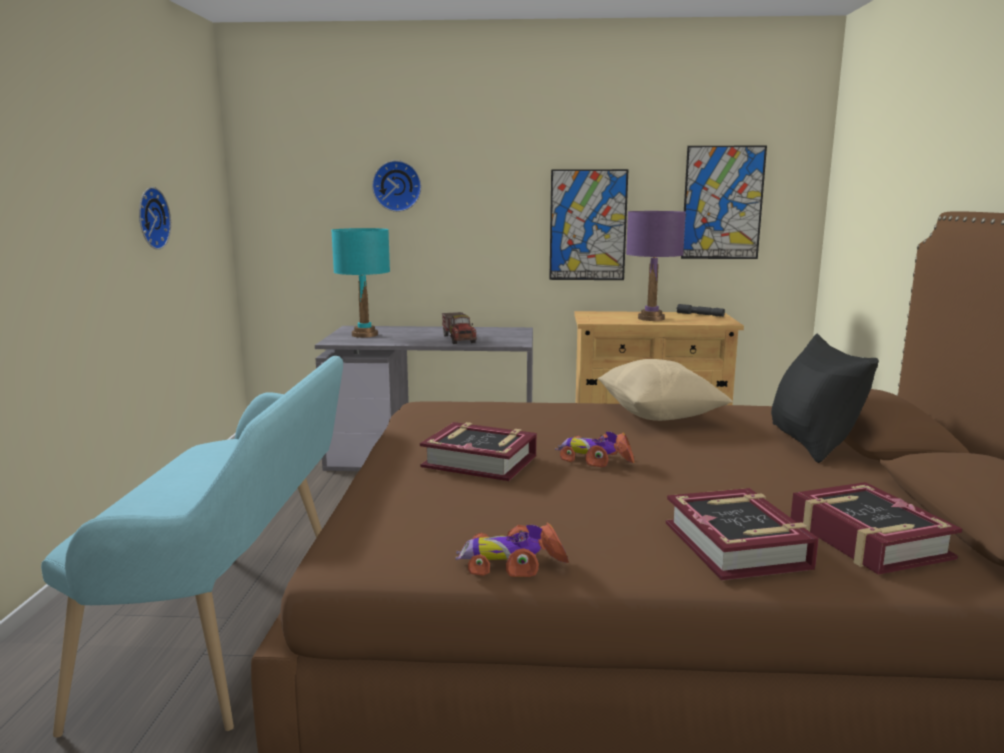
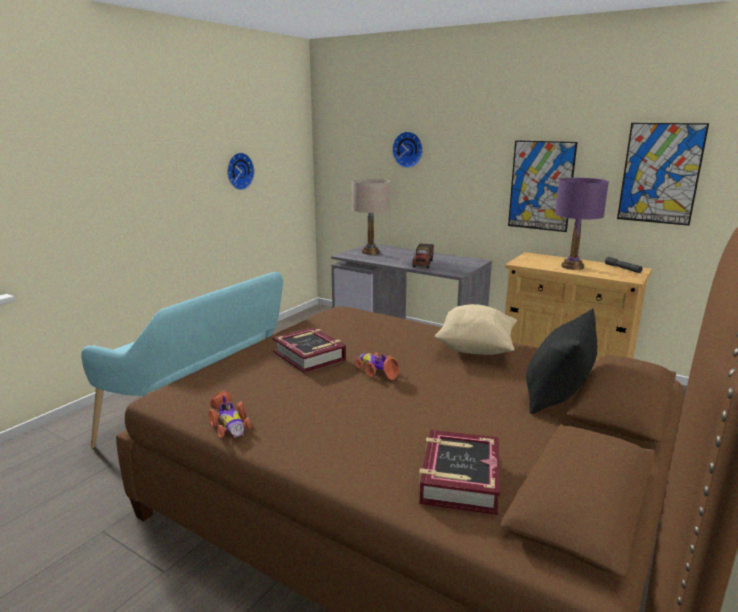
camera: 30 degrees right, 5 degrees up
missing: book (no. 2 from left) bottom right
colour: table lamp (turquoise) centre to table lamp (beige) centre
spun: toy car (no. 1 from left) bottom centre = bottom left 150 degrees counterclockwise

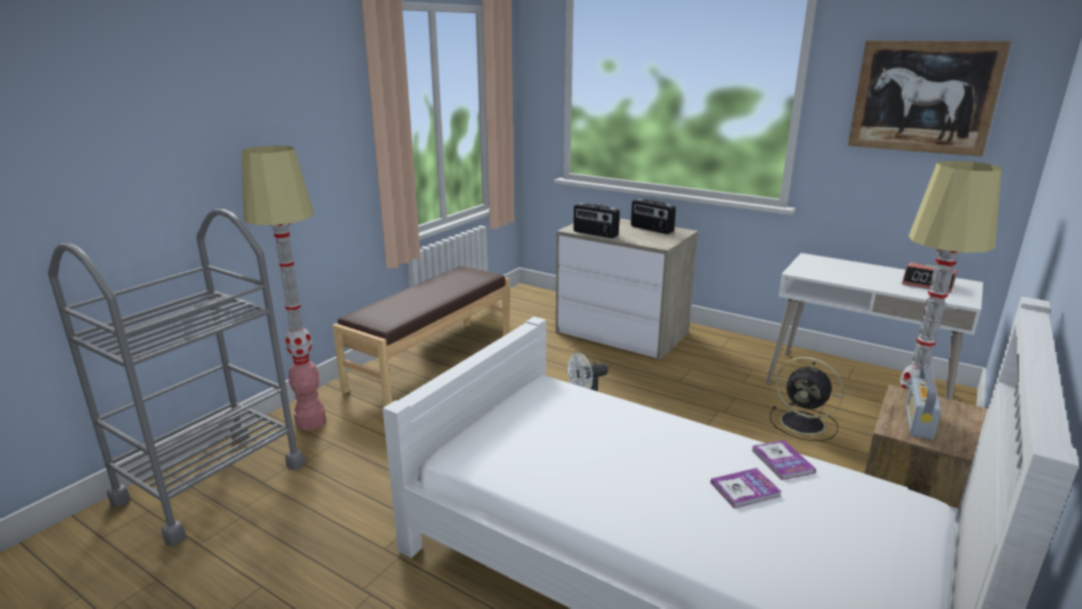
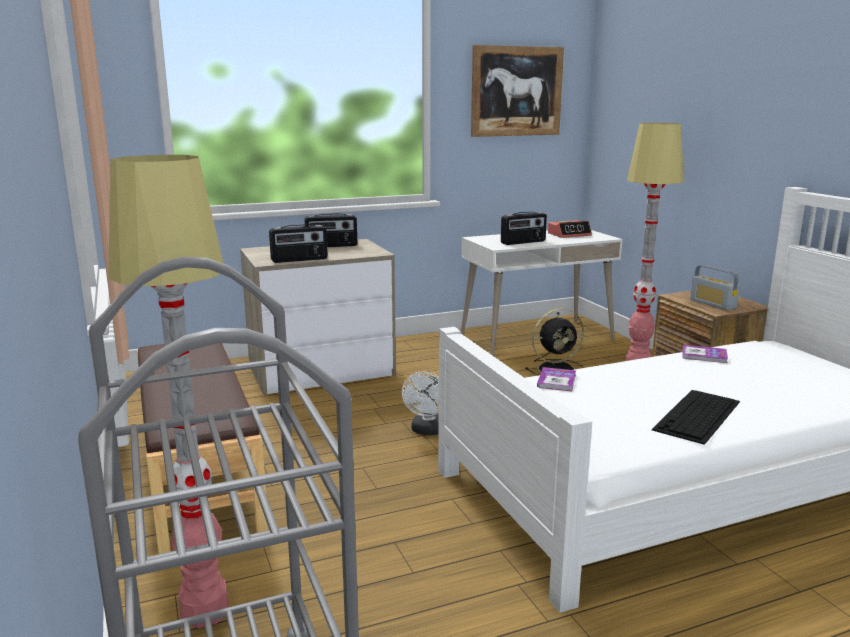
camera: 55 degrees left, 5 degrees down
appeared: radio (no. 3 from left) centre; keyboard middle right
relocated: book (no. 1 from left) bottom right to centre

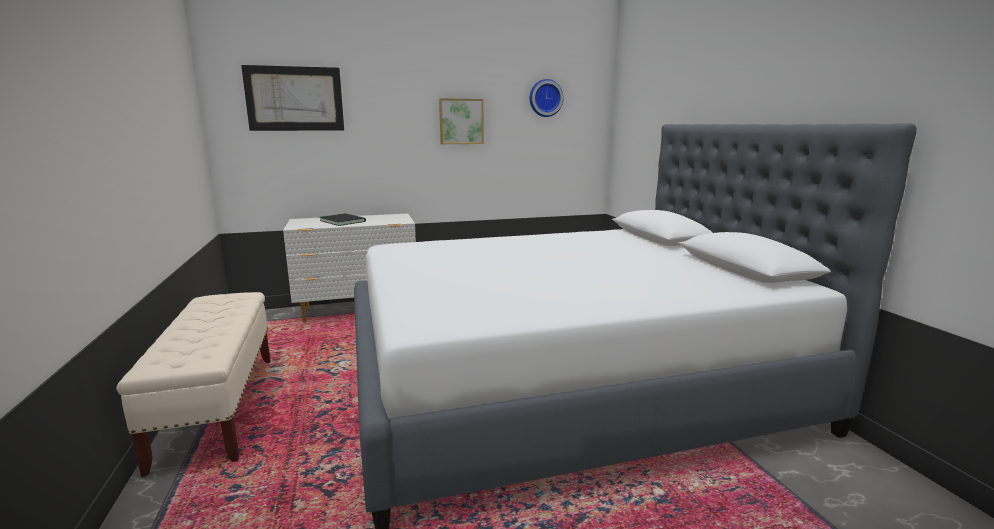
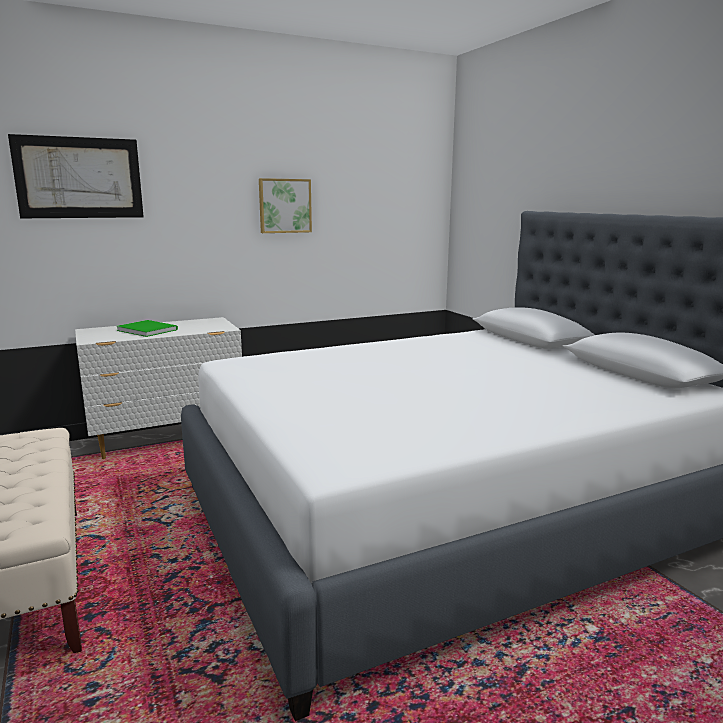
camera: 10 degrees left, 0 degrees up
missing: wall clock top centre
colour: book (black) centre to book (green) middle left

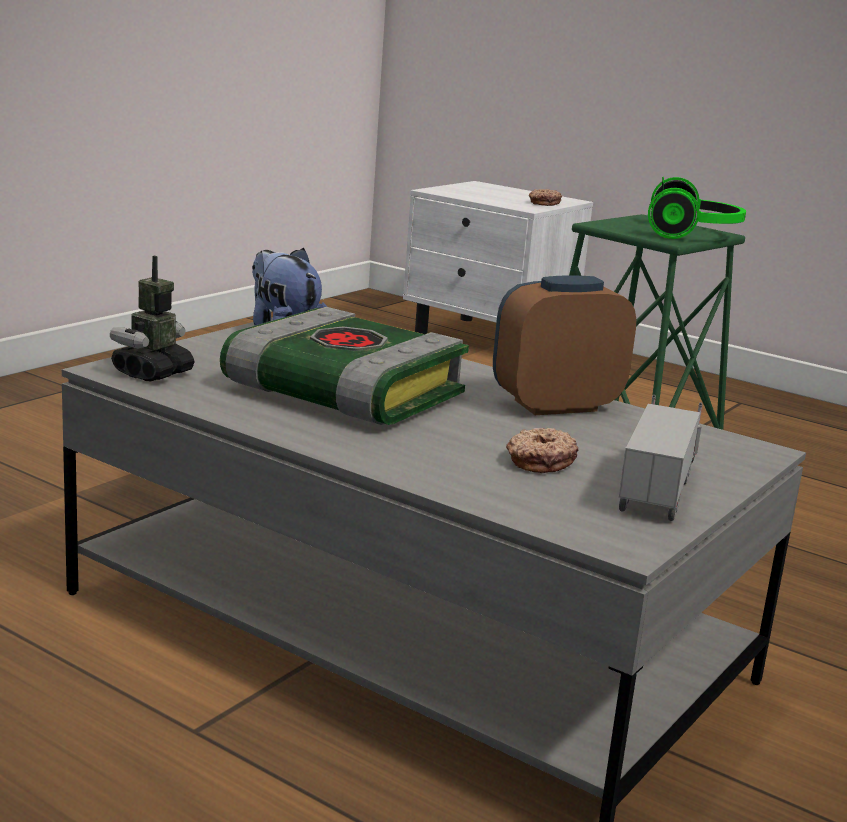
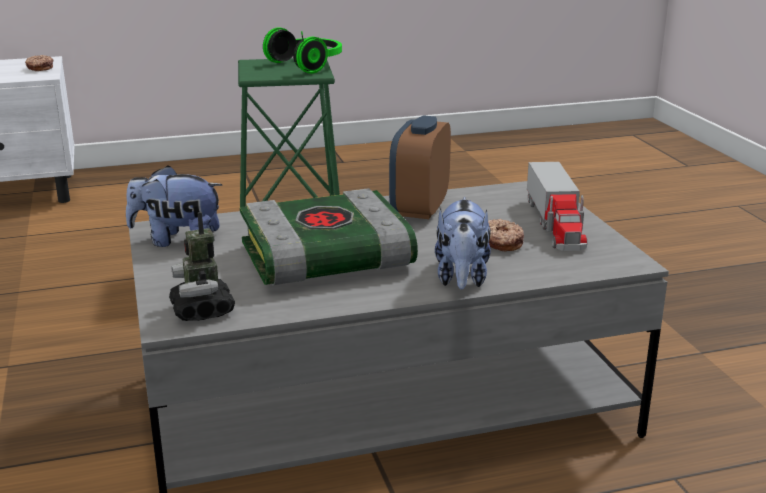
camera: 50 degrees left, 5 degrees up
appeared: plush toy (no. 2 from left) centre
spun: toy truck middle right = middle right 150 degrees counterclockwise

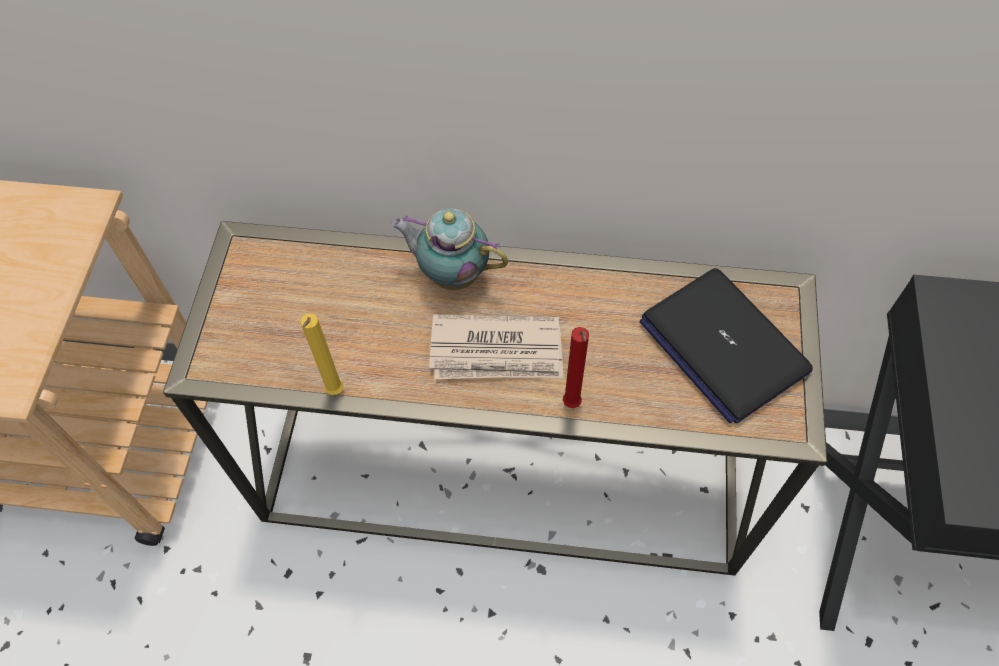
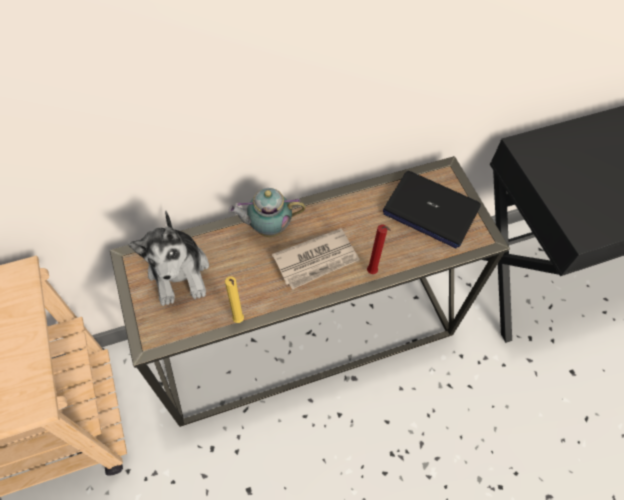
camera: 30 degrees left, 0 degrees up
appeared: plush toy middle left

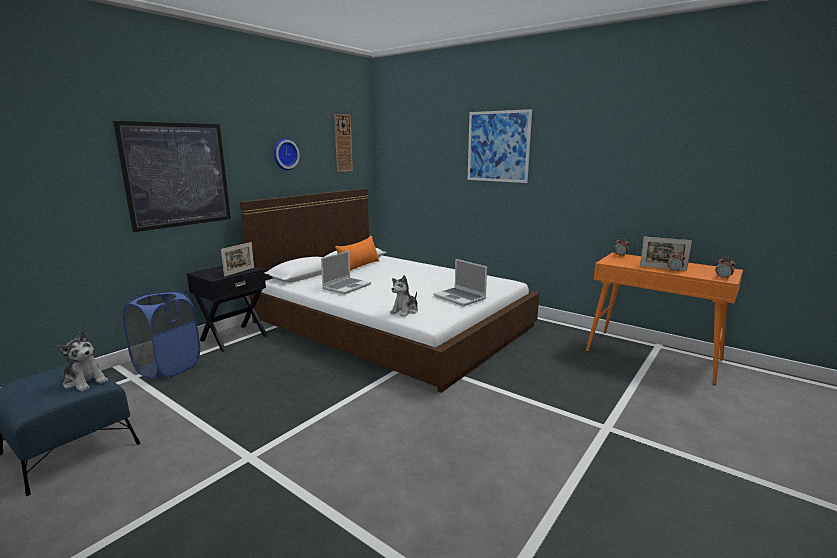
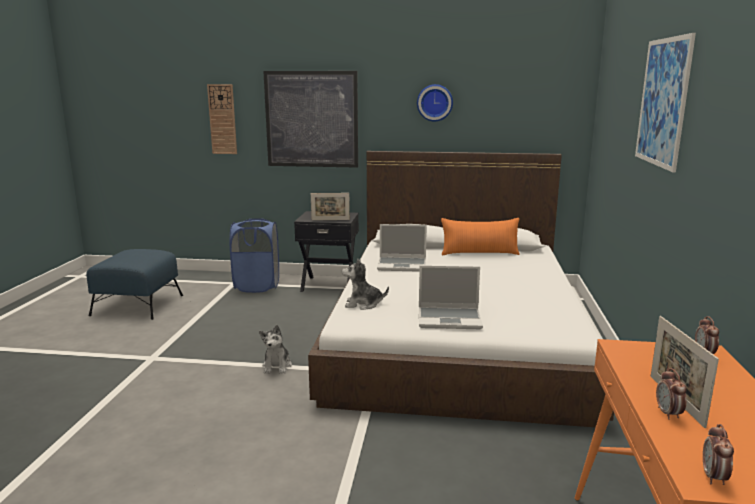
camera: 60 degrees right, 0 degrees up
relocated: plush toy (no. 1 from left) middle left to bottom centre; wall clock (no. 2 from left in the first image) top centre to wall clock (no. 1 from left) top left
spun: laptop (no. 2 from left) centre = centre 105 degrees counterclockwise

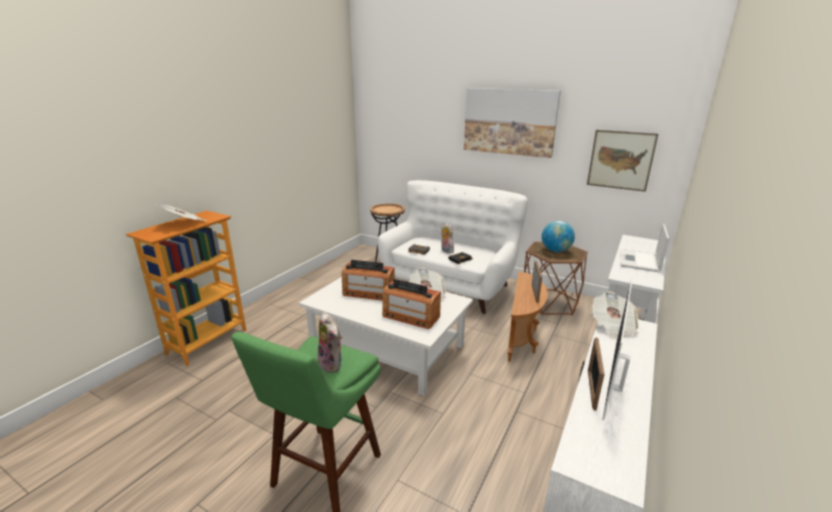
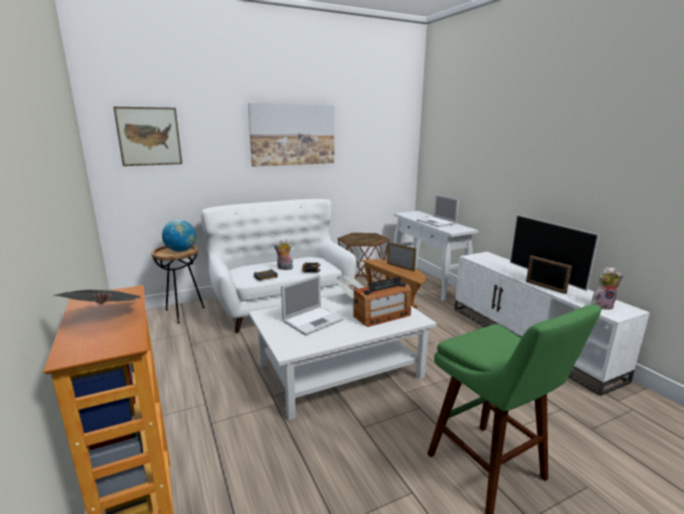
camera: 55 degrees left, 5 degrees down
missing: newspaper (no. 3 from left) middle right
relocated: plush toy (no. 1 from left in the first image) bottom centre to plush toy (no. 2 from left) middle right; globe middle right to middle left; picture (no. 2 from left in the first image) top right to picture (no. 1 from left) top left
exchanged: radio (no. 1 from left) centre to laptop (no. 1 from left) centre

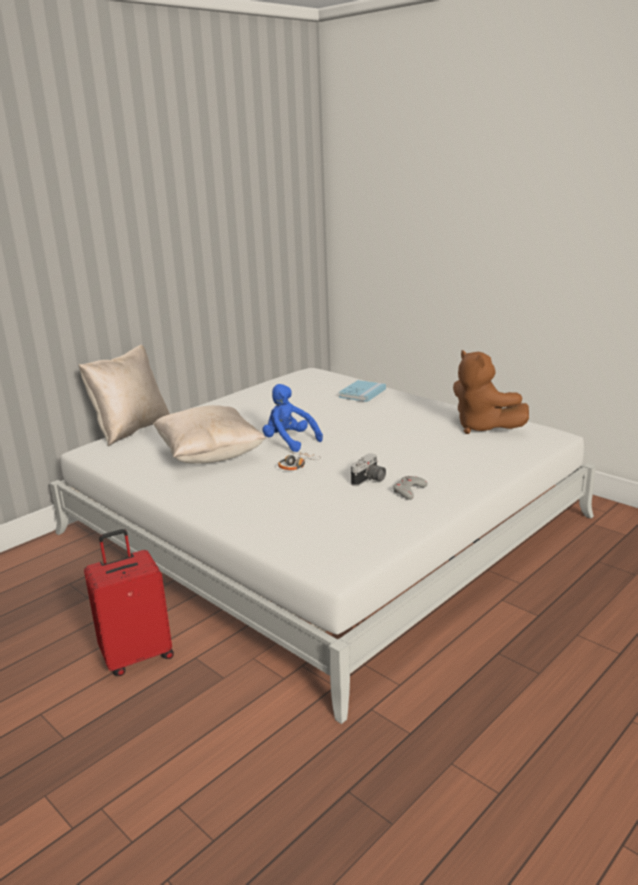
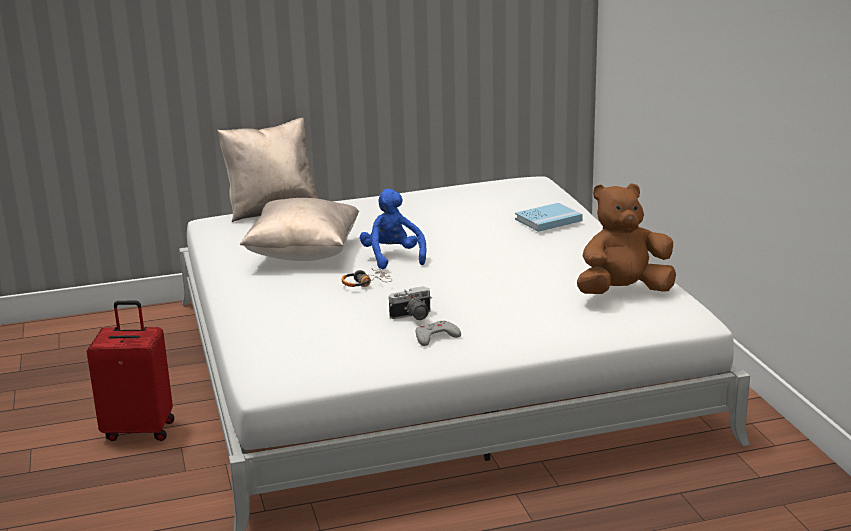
camera: 30 degrees right, 0 degrees up
spun: plush toy (brown) middle right = middle right 75 degrees clockwise

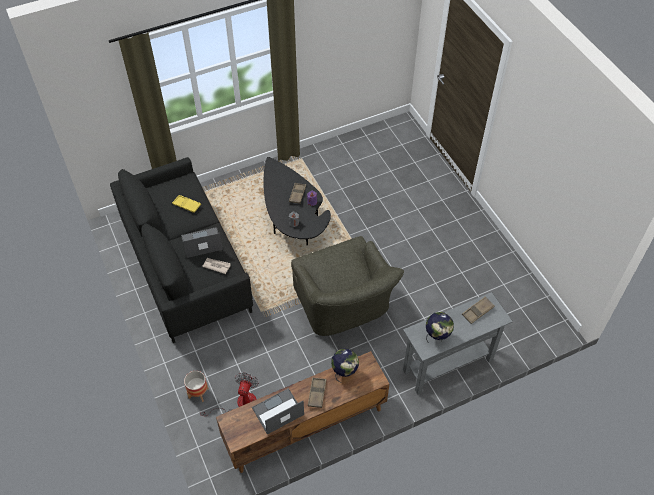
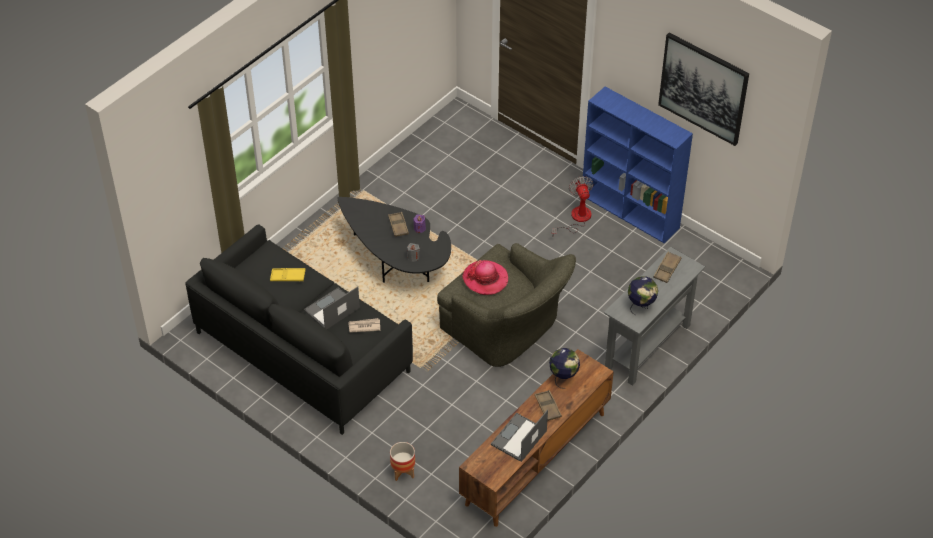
camera: 25 degrees left, 5 degrees down
appeared: hat centre; bookcase (blue) top right; picture top right
relocated: fan bottom centre to centre

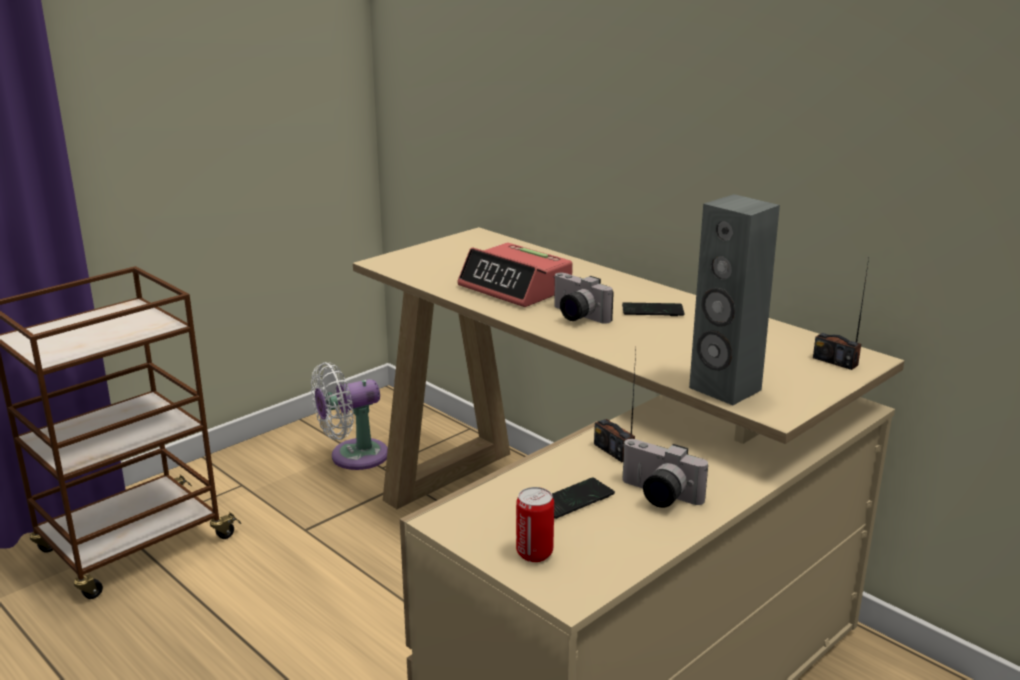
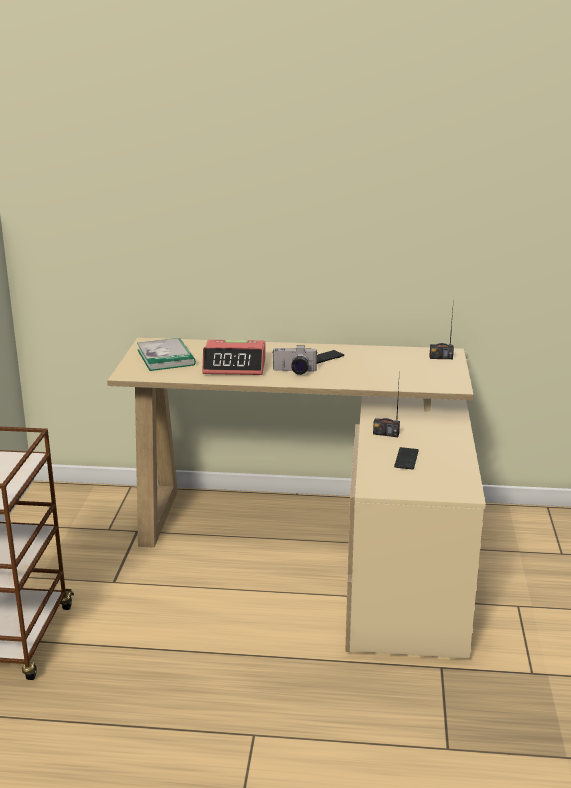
camera: 40 degrees left, 0 degrees up
missing: fan (white) centre; can bottom centre; photo camera (no. 2 from left) bottom centre; speaker (grey) middle right
appeared: book middle left

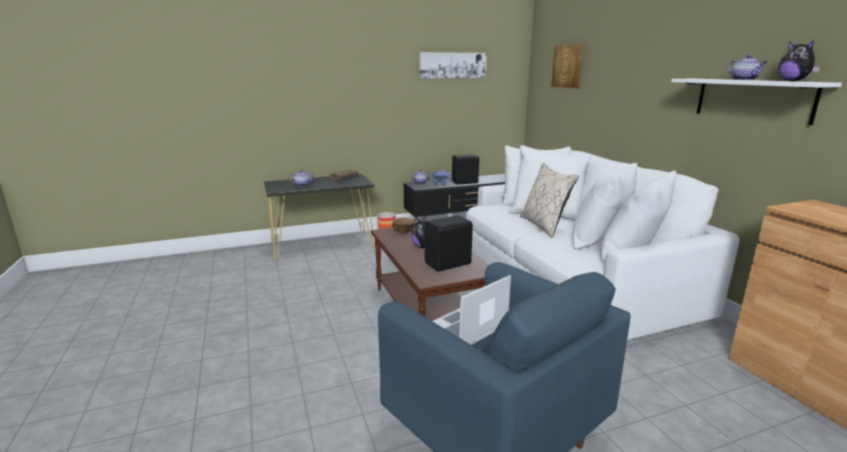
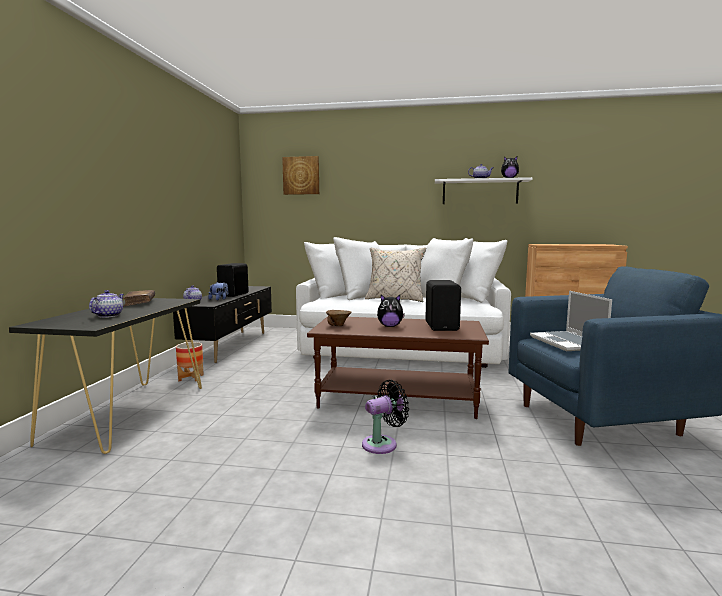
camera: 60 degrees left, 10 degrees down
missing: picture (no. 1 from left) top centre
appeared: fan (black) bottom centre

